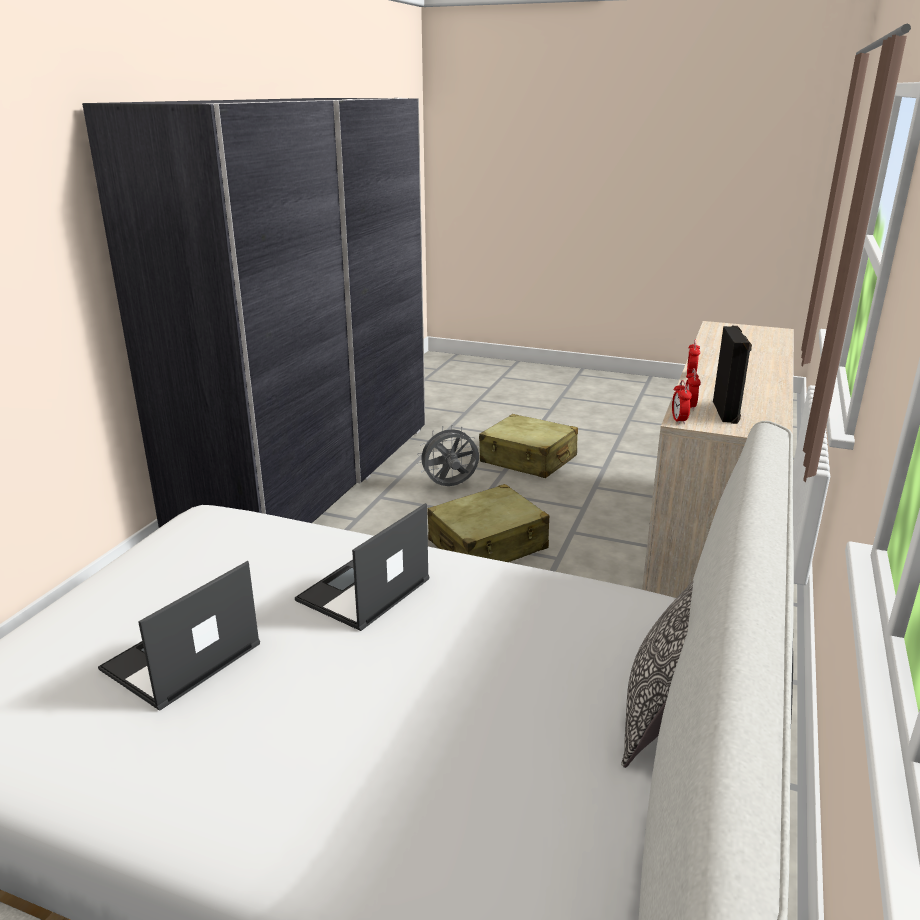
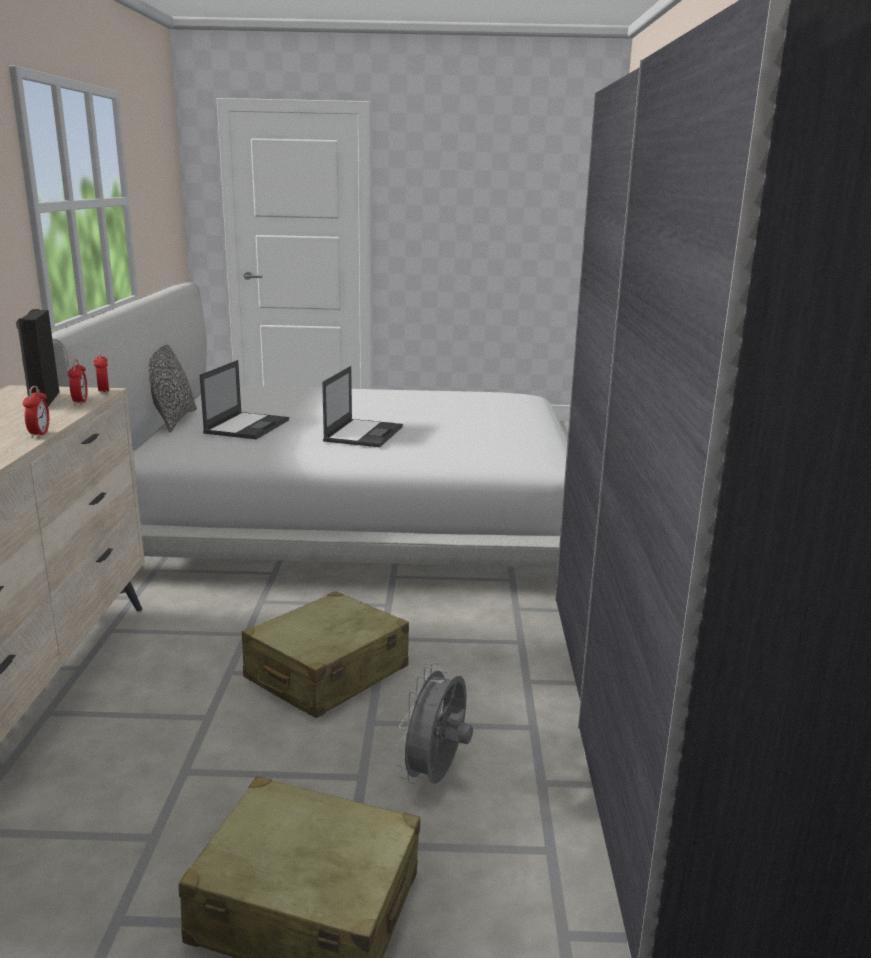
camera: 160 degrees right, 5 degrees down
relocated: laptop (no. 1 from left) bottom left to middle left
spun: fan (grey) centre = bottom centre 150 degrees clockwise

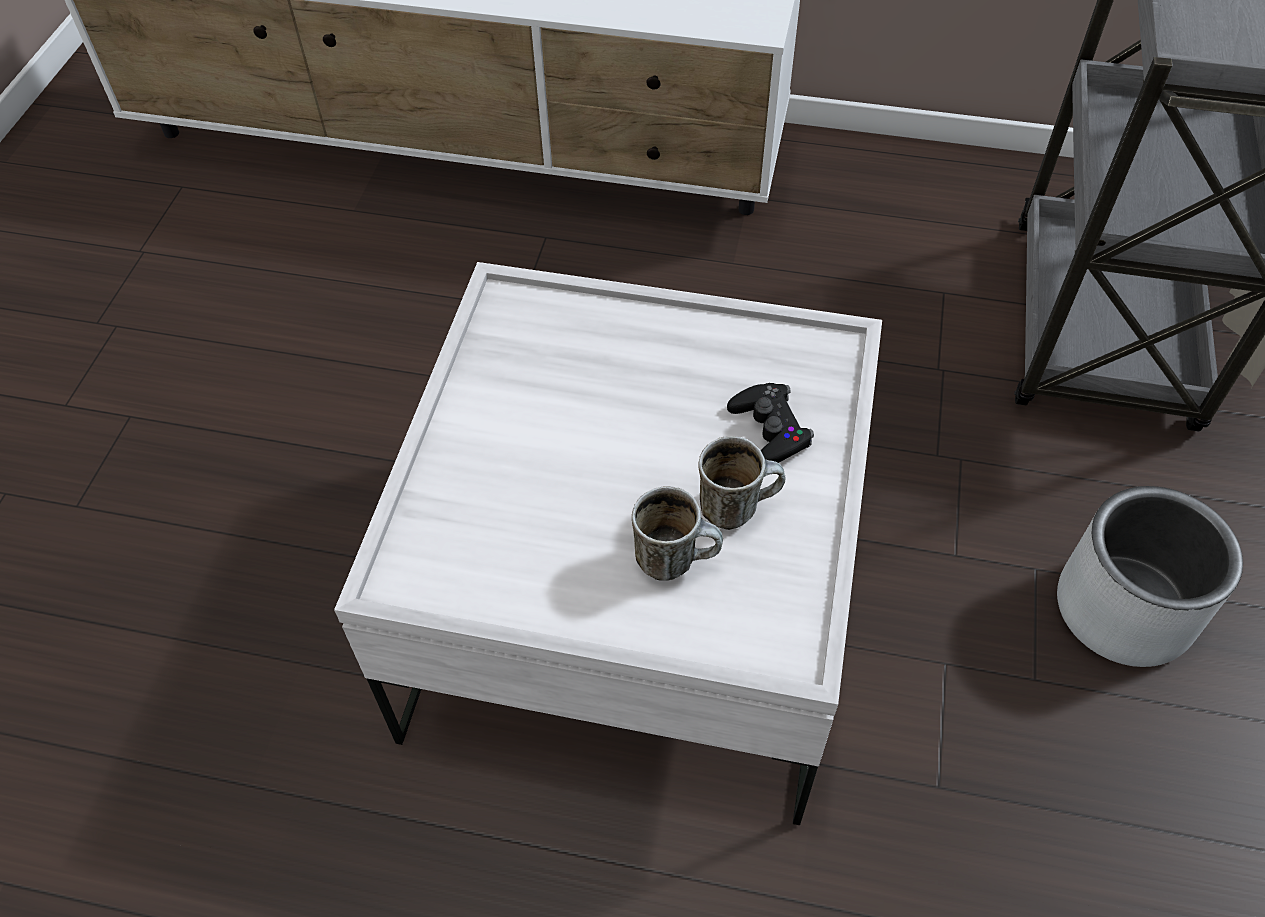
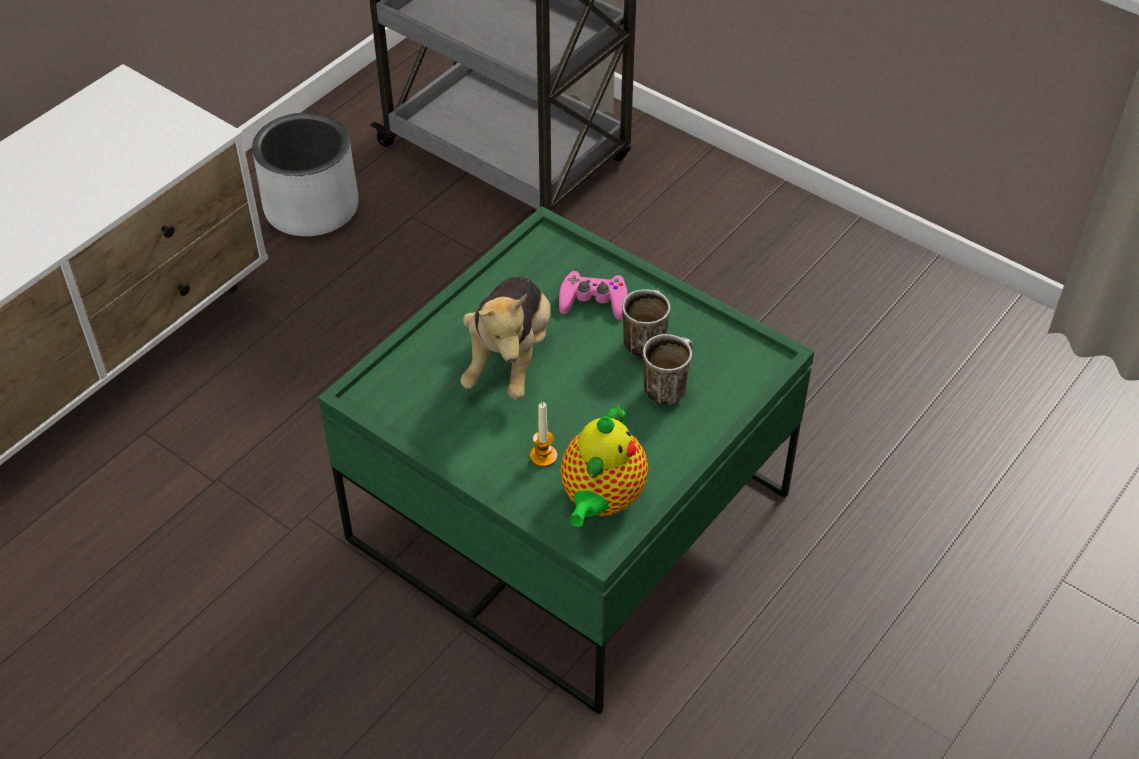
camera: 65 degrees left, 5 degrees down
appeared: plush toy centre; candle centre; teapot centre
relocated: planter (grey) middle right to top left
colour: coffee table (white) centre to coffee table (green) centre; game controller (black) centre to game controller (pink) centre

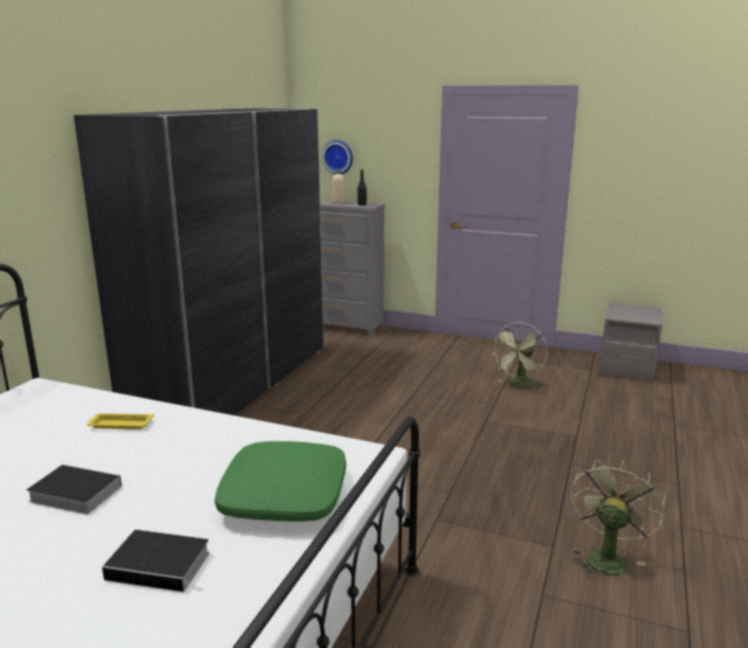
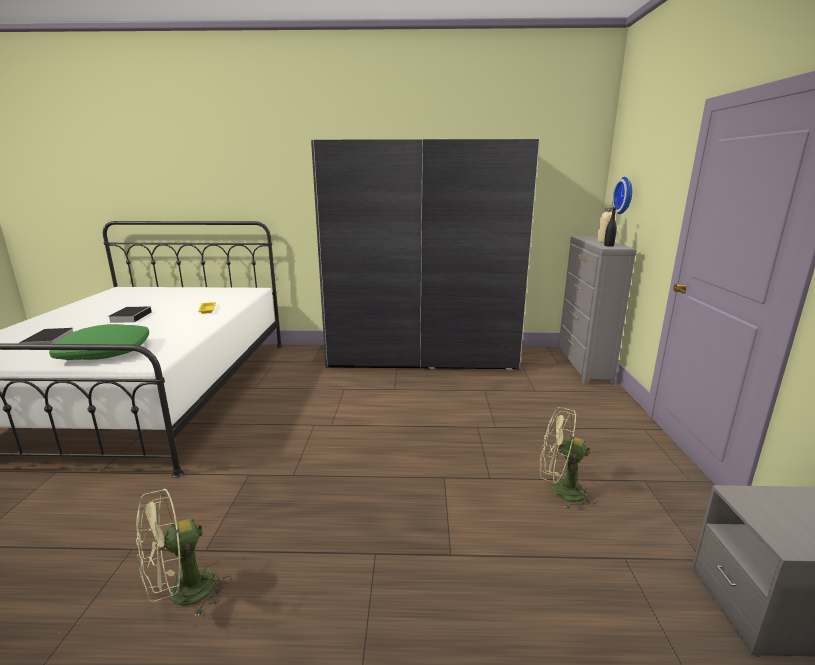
camera: 70 degrees right, 0 degrees up
spun: fan (green) (no. 2 from left in the first image) bottom right = bottom left 135 degrees clockwise

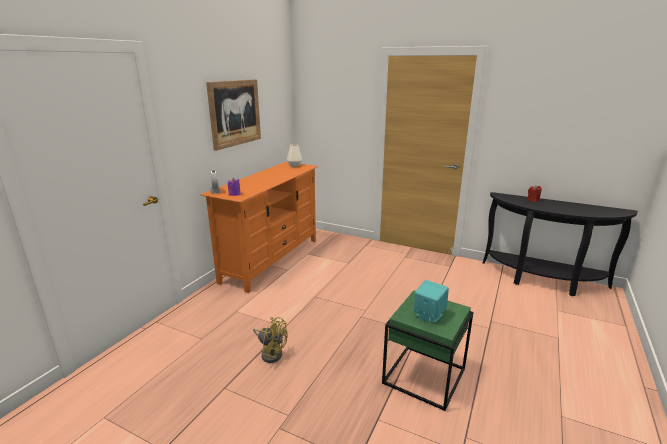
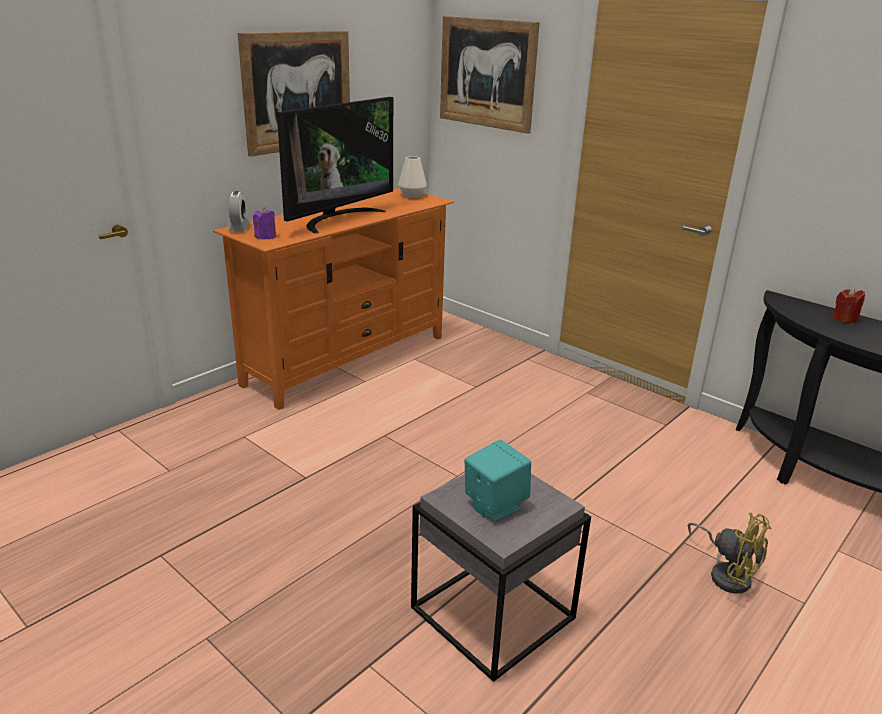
camera: 15 degrees right, 5 degrees up
appeared: television top centre; picture (no. 2 from left) top centre
relocated: fan (yellow) bottom centre to bottom right
colour: side table (green) bottom centre to side table (grey) bottom centre

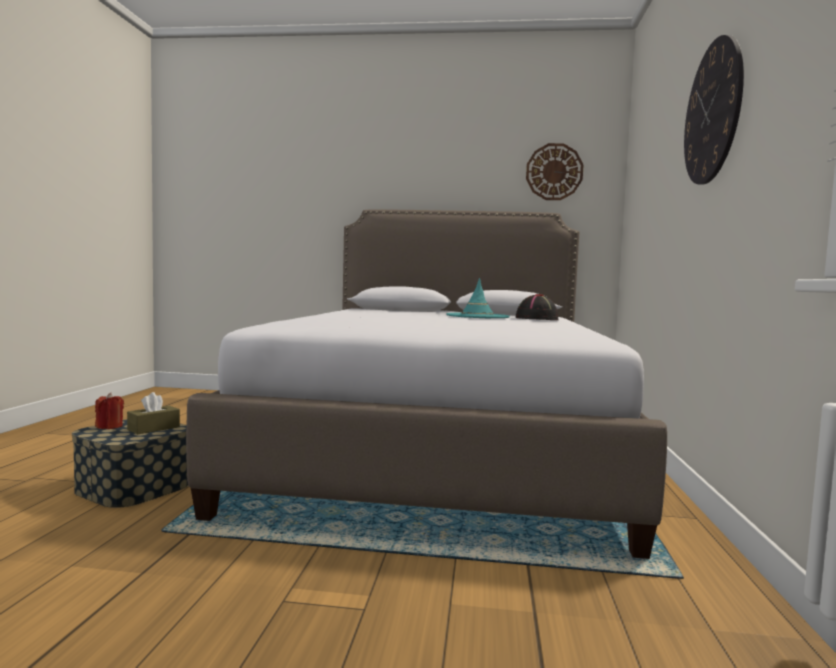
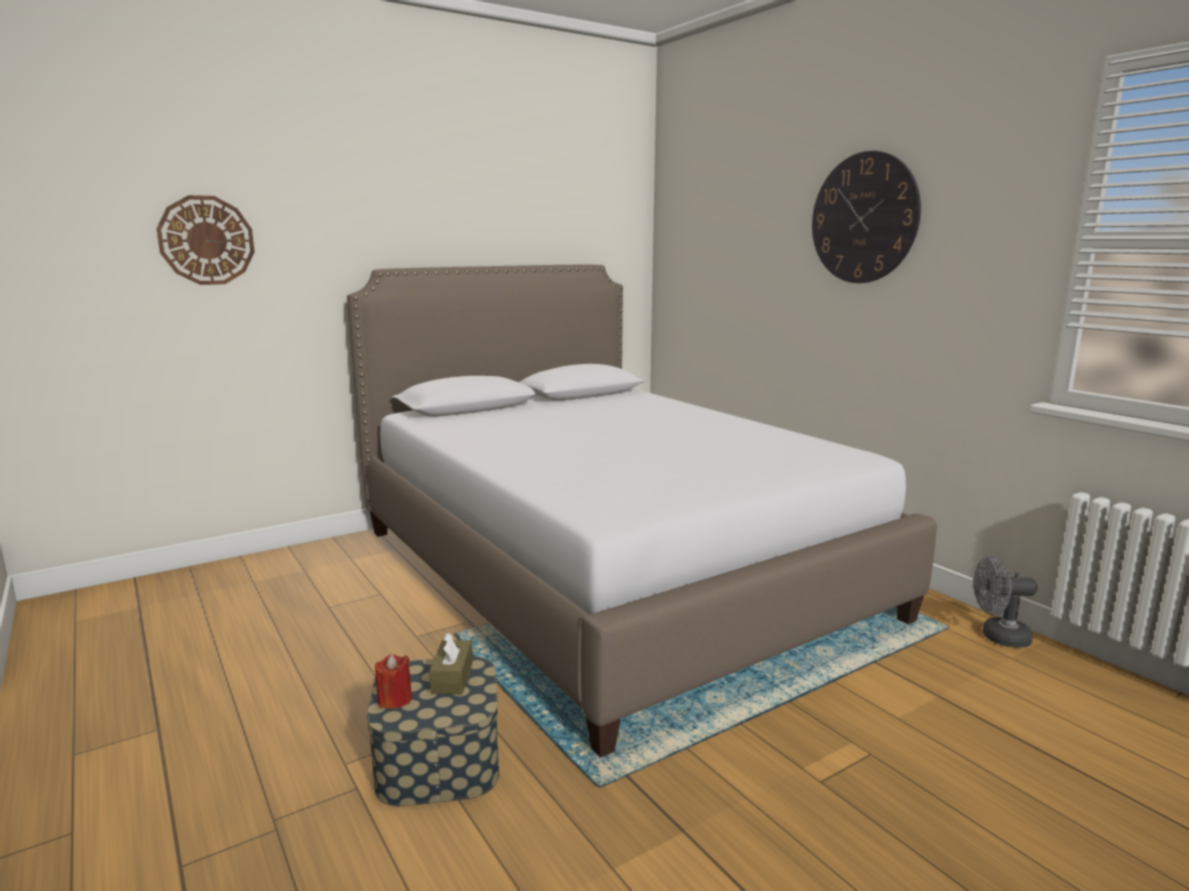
camera: 40 degrees left, 10 degrees up
missing: hat (turquoise) centre; hat (black) centre
appeared: fan (grey) bottom right
relocated: wall clock (no. 1 from left) top centre to top left

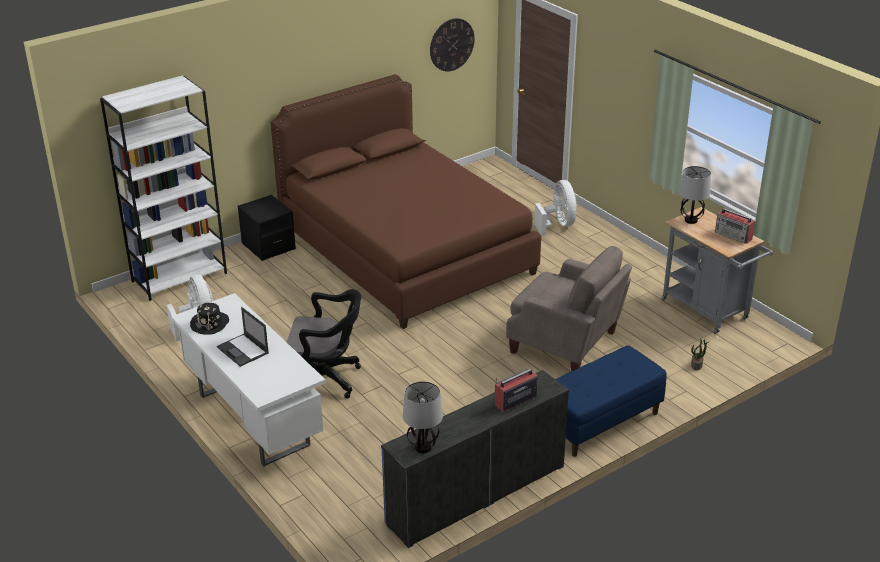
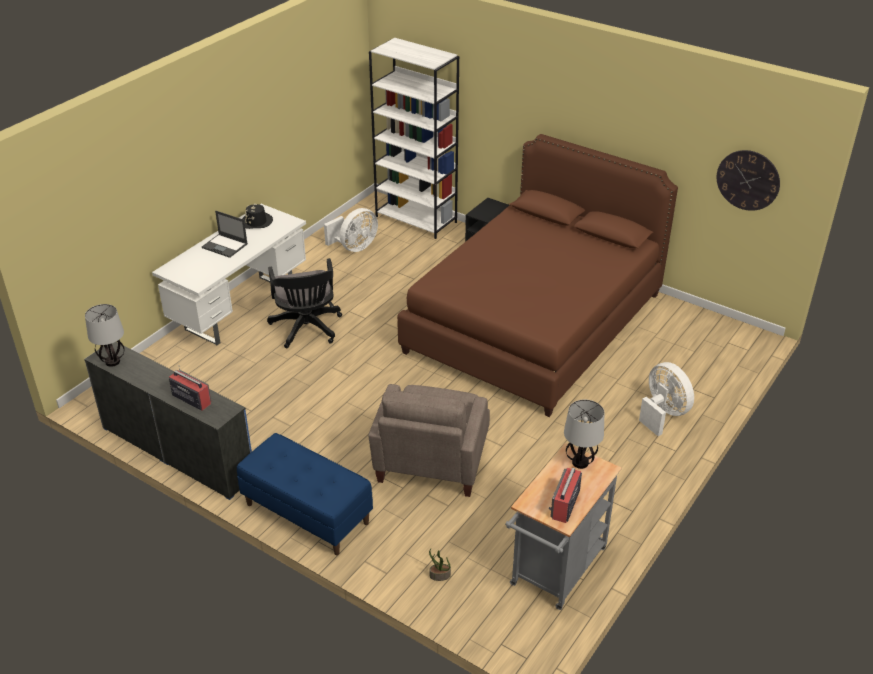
camera: 70 degrees right, 5 degrees up
spun: laptop middle left = middle left 90 degrees counterclockwise; fan (white) (no. 2 from left) centre = middle right 90 degrees counterclockwise

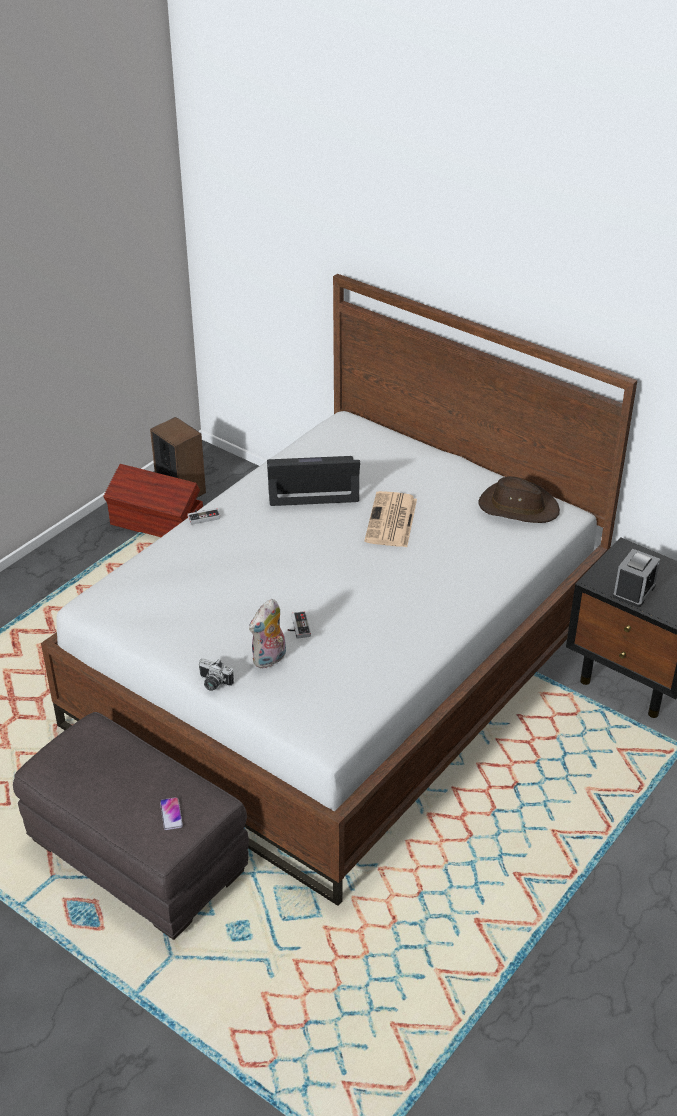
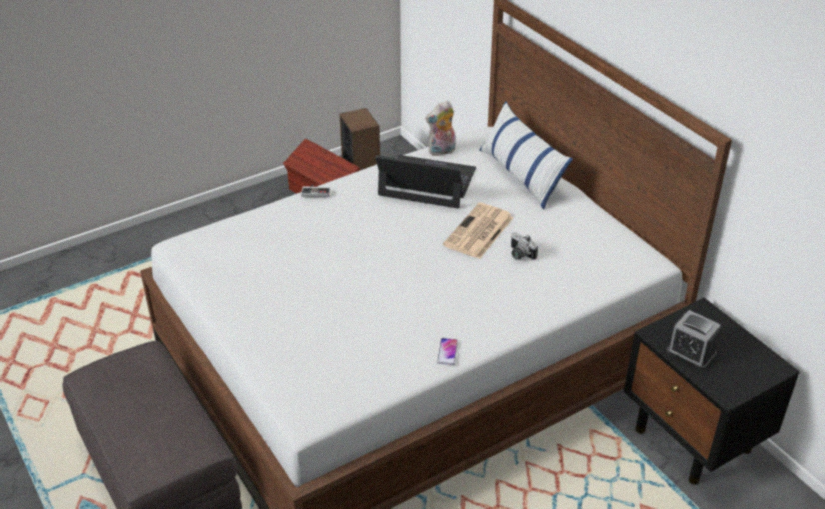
camera: 20 degrees right, 0 degrees up
missing: game controller (no. 2 from left) centre; hat (brown) middle right
appeared: pillow top centre
relocated: phone bottom left to bottom centre; photo camera middle left to centre; plush toy centre to top centre
spun: alarm clock middle right = bottom right 75 degrees clockwise

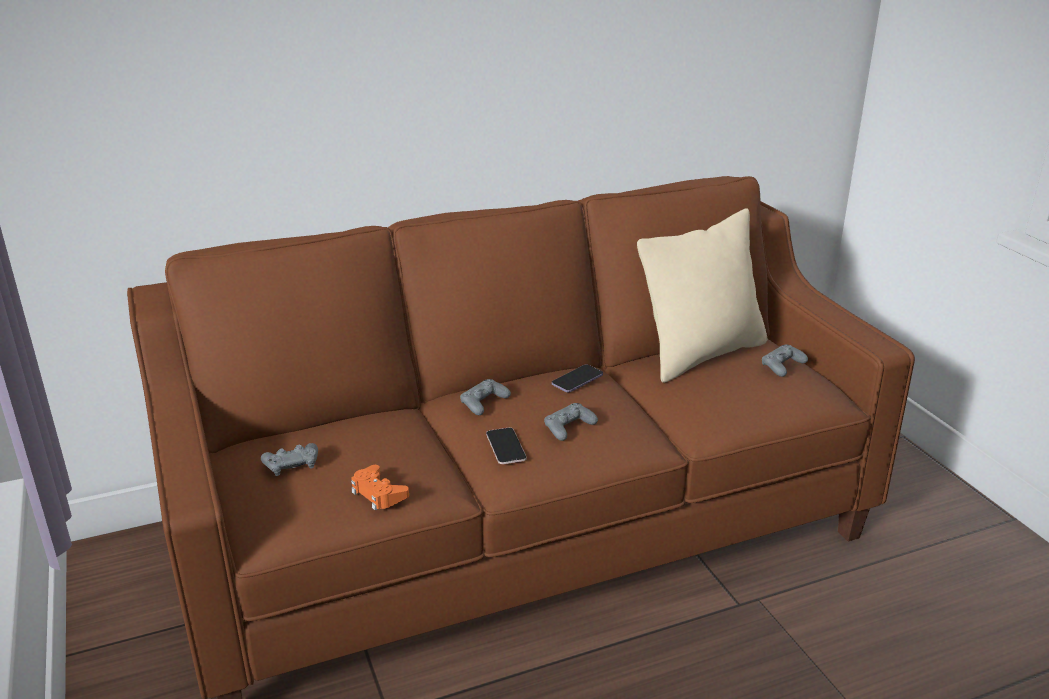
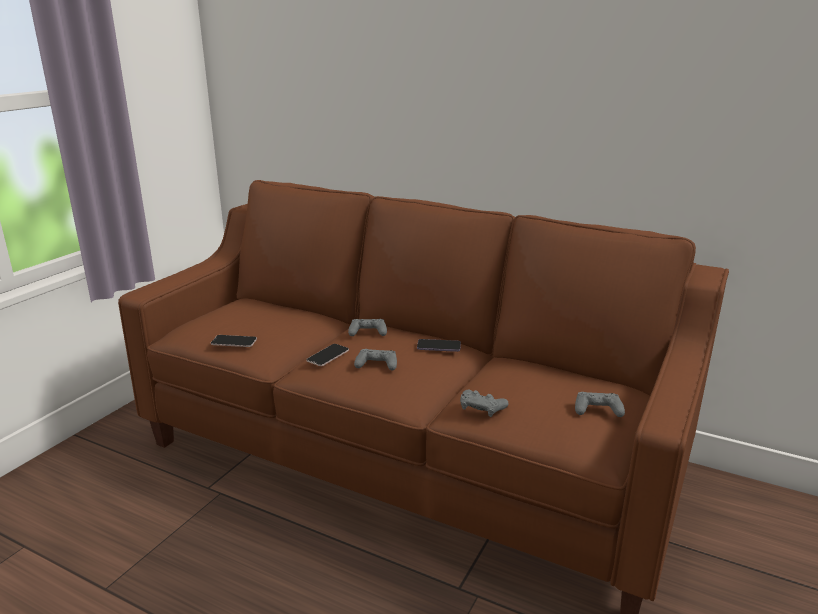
camera: 50 degrees right, 5 degrees down
missing: pillow (beige) middle right
relocated: game controller (grey) (no. 1 from left in the first image) middle left to game controller (grey) (no. 3 from left) centre
exchanged: game controller (orange) bottom centre to phone (no. 1 from left) middle left

